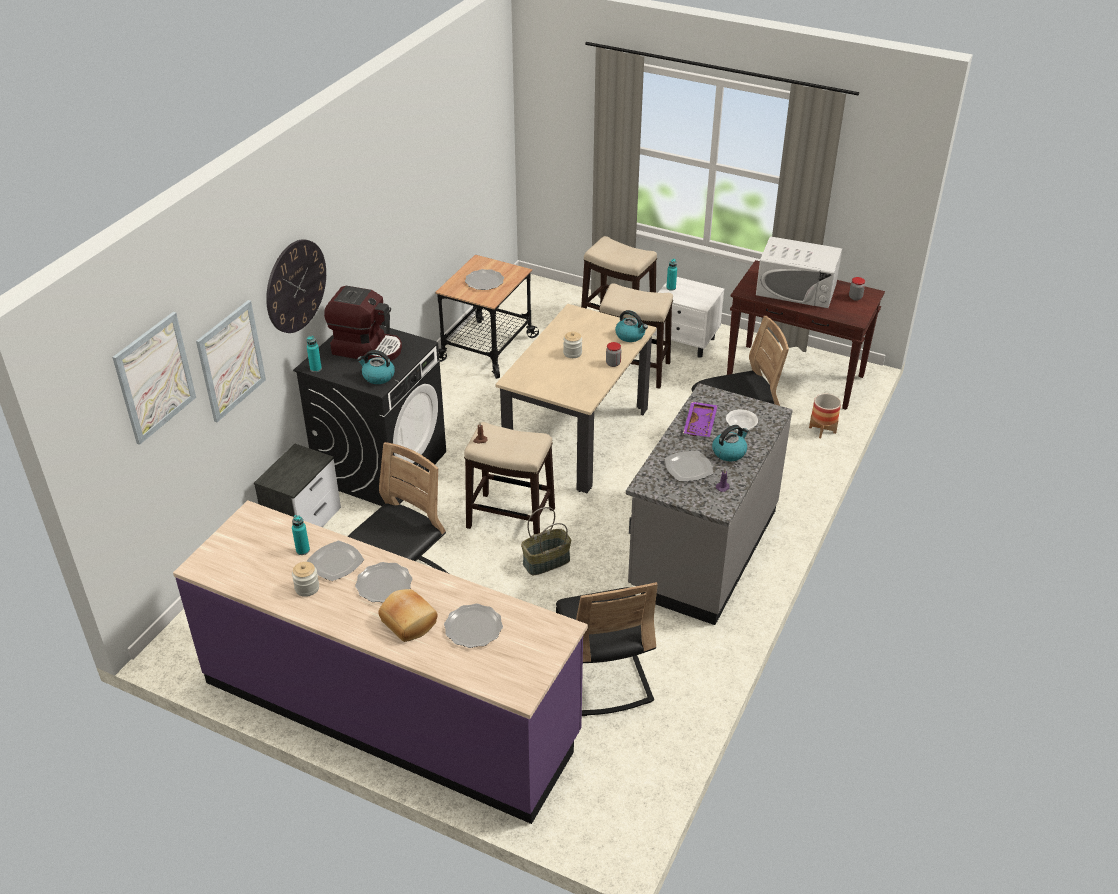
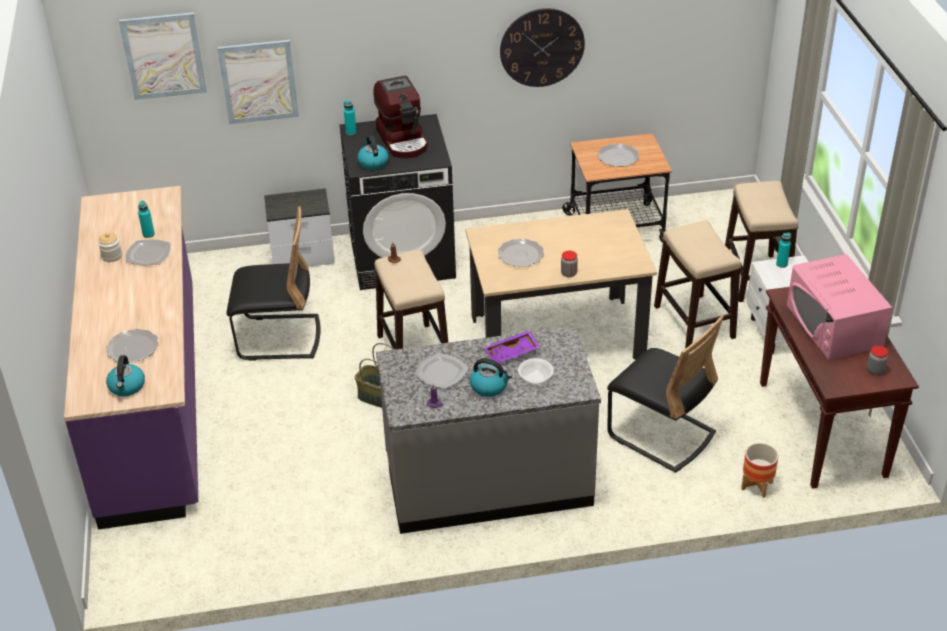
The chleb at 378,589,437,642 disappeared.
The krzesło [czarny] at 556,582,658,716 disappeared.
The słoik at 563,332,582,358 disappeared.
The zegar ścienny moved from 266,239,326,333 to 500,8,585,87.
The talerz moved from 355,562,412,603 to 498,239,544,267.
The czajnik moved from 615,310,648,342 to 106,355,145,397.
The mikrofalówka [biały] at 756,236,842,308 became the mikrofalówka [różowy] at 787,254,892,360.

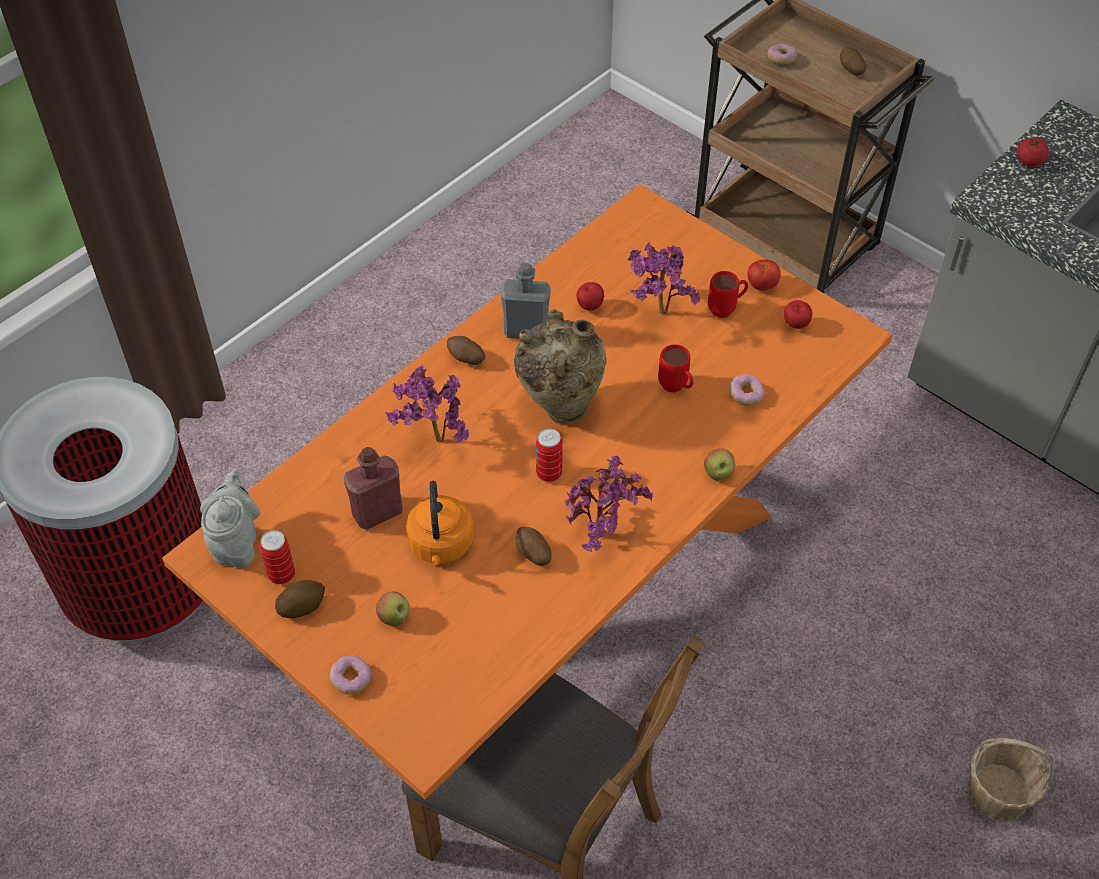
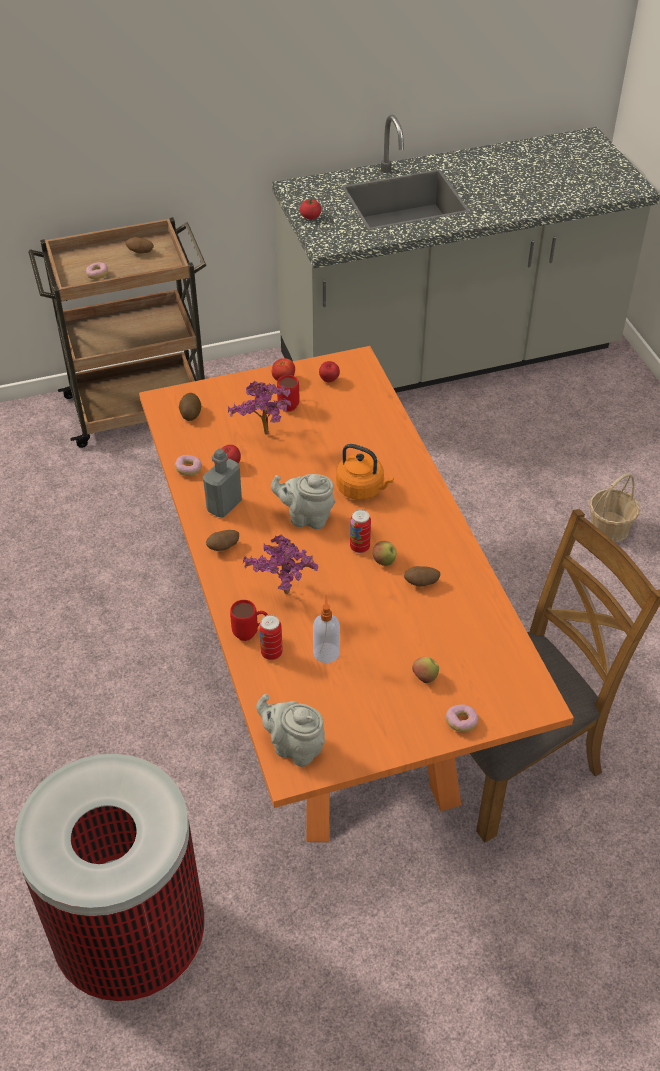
The roślina doniczkowa at 565,456,653,552 disappeared.
The puszka moved from 260,530,295,585 to 259,615,283,660.
The ziemniak moved from 275,580,325,618 to 179,393,201,421.
The czajnik [pomarańczowy] moved from 406,481,474,565 to 336,444,394,500.
The kubek [czerwony] moved from 658,344,693,392 to 230,600,268,641.
The jabłko moved from 704,448,735,480 to 373,541,397,566.
The donut moved from 729,374,764,406 to 175,455,202,476.
The butelka [czerwony] at 344,447,403,530 was replaced by the dozownik mydła at 313,595,340,663.
The wazon [beżowy] at 514,309,607,424 was replaced by the imbryk [szary] at 271,474,335,529.

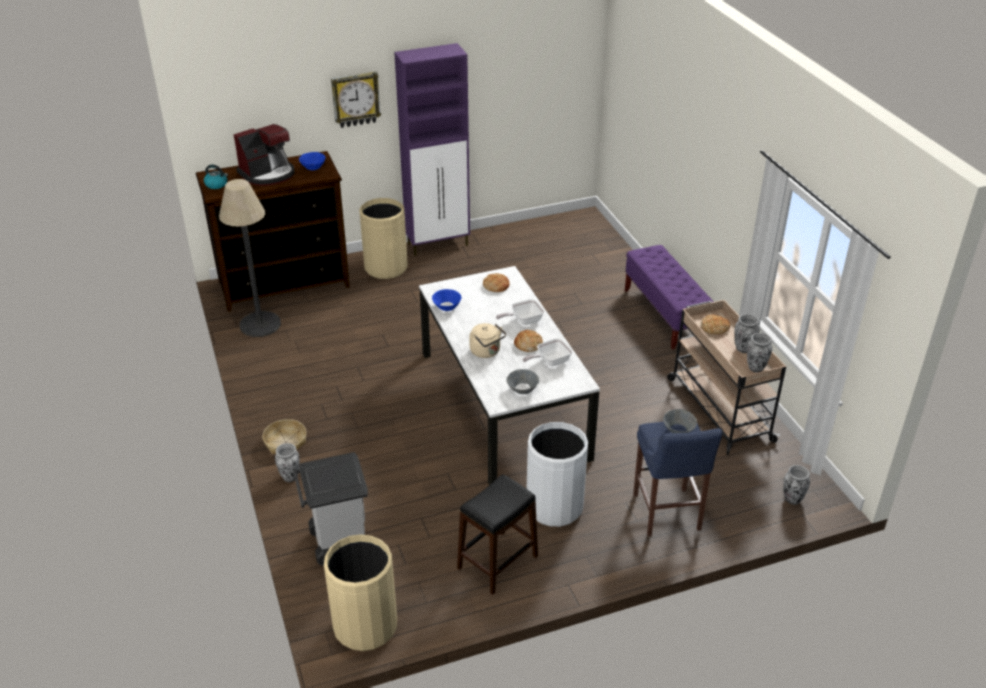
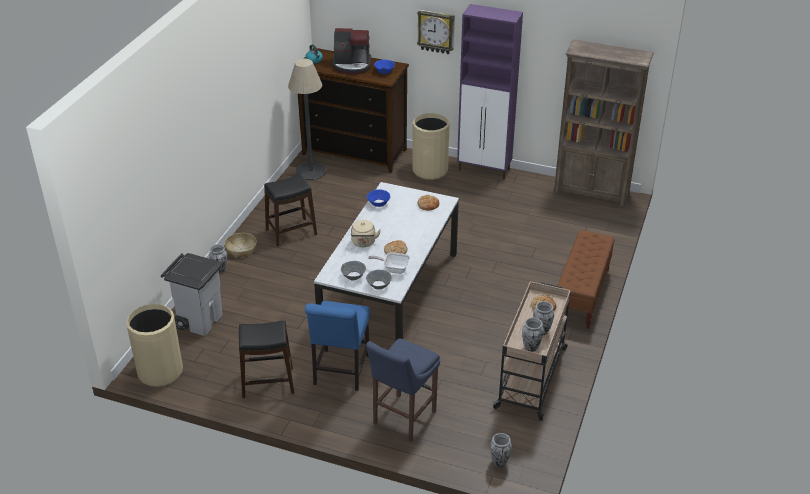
The patelnia at 496,299,545,325 disappeared.
The stołek [czarny] at 264,174,317,247 appeared.
The regał [brązowy] at 554,39,654,208 appeared.
The miska [szary] moved from 663,409,697,433 to 366,270,392,289.
The kosz na śmieci [biały] at 527,422,588,527 was replaced by the krzesło [niebieski] at 305,301,370,391.
The ławka [fioletowy] at 625,245,714,349 became the ławka [brązowy] at 558,230,615,329.

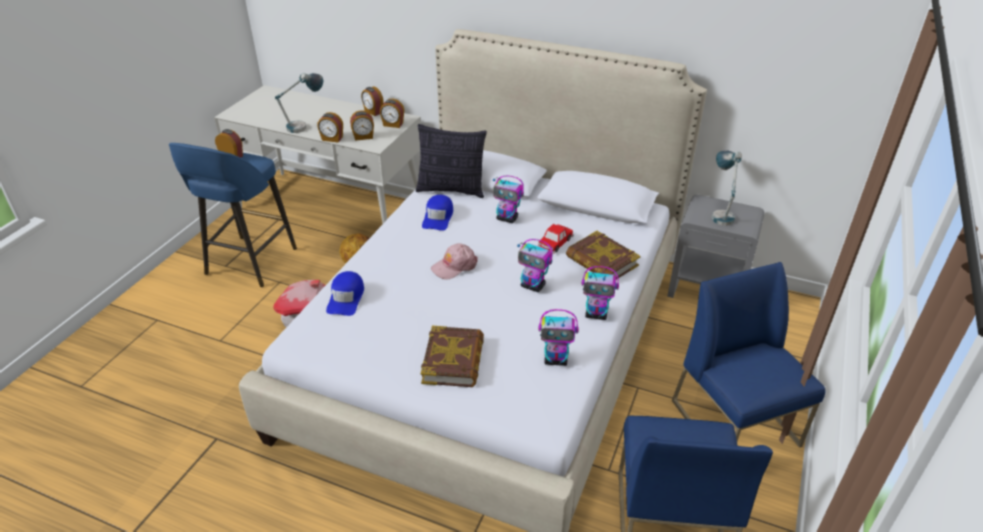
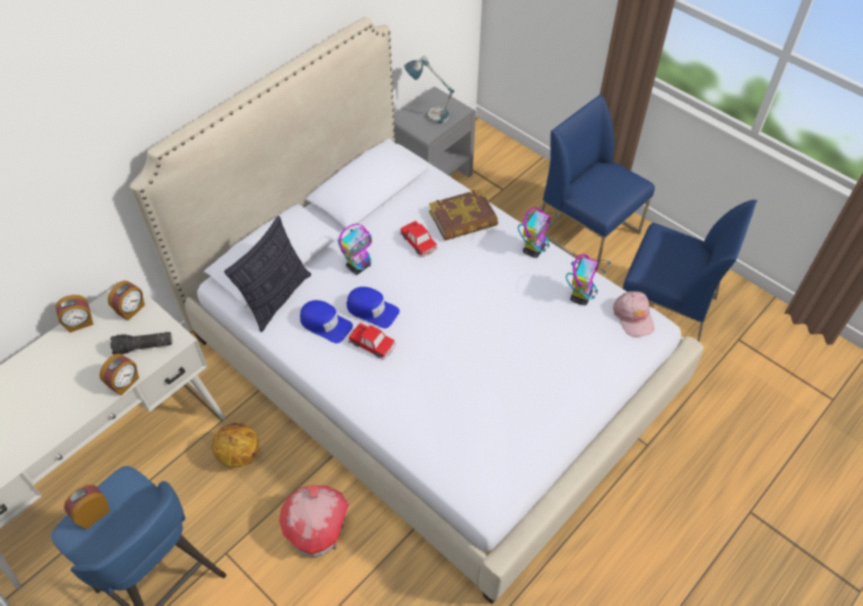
The lampa stołowa at 275,73,323,133 disappeared.
The książka at 421,326,484,387 disappeared.
The robot zabawkowy at 517,239,553,292 disappeared.
The samochodzik at 348,323,395,360 appeared.
The czapka z daszkiem [niebieski] moved from 326,271,364,316 to 346,287,400,328.
The czapka z daszkiem [różowy] moved from 431,243,478,280 to 613,291,654,337.
The budzik at 350,110,374,141 was replaced by the latarka at 110,332,172,355.
The krzesło [niebieski] at 672,262,825,448 turned 45 degrees clockwise.

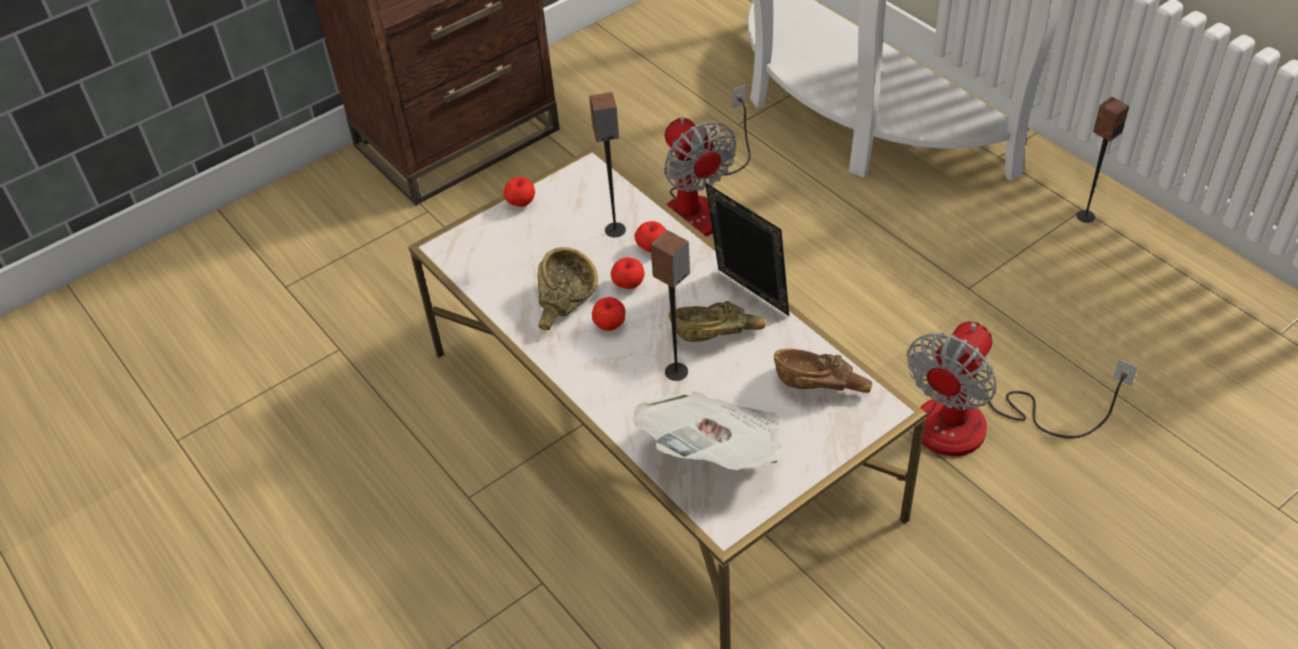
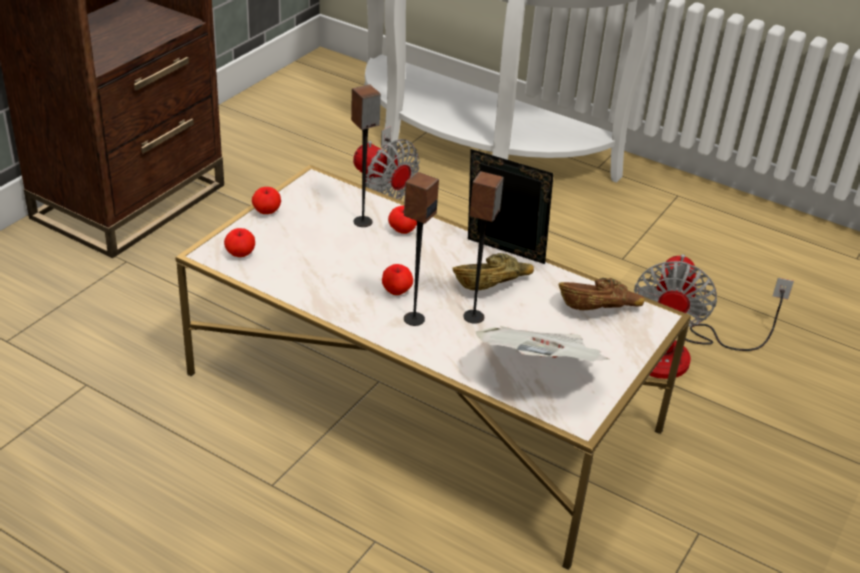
The miska [brązowy] at 538,247,598,330 disappeared.
The jabłko moved from 611,257,644,289 to 224,228,255,257.
The głośnik moved from 1076,97,1129,223 to 404,172,439,326.

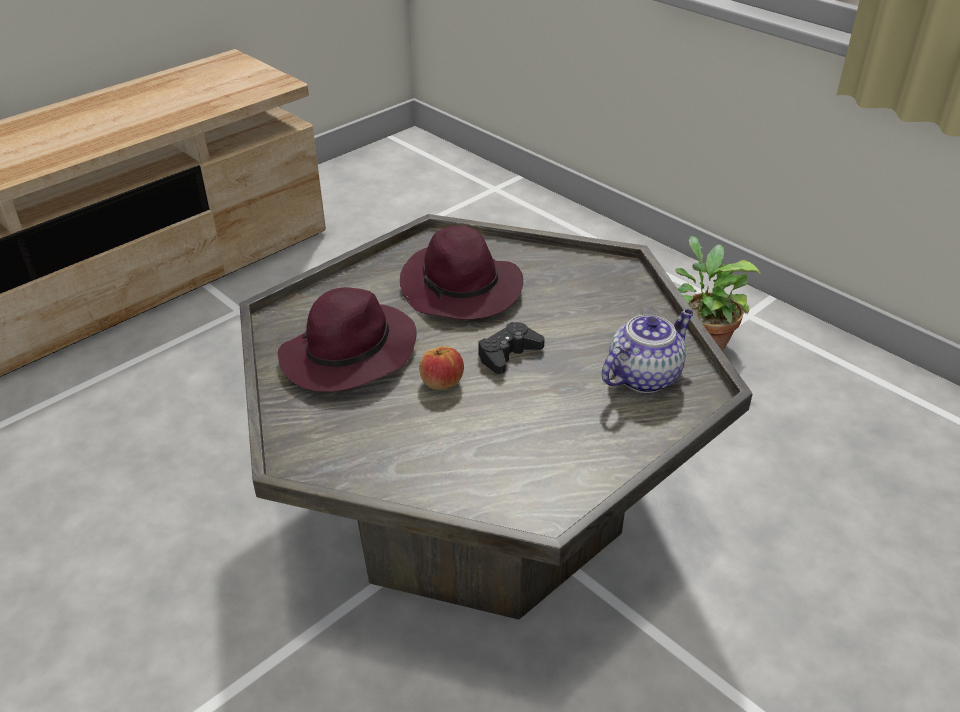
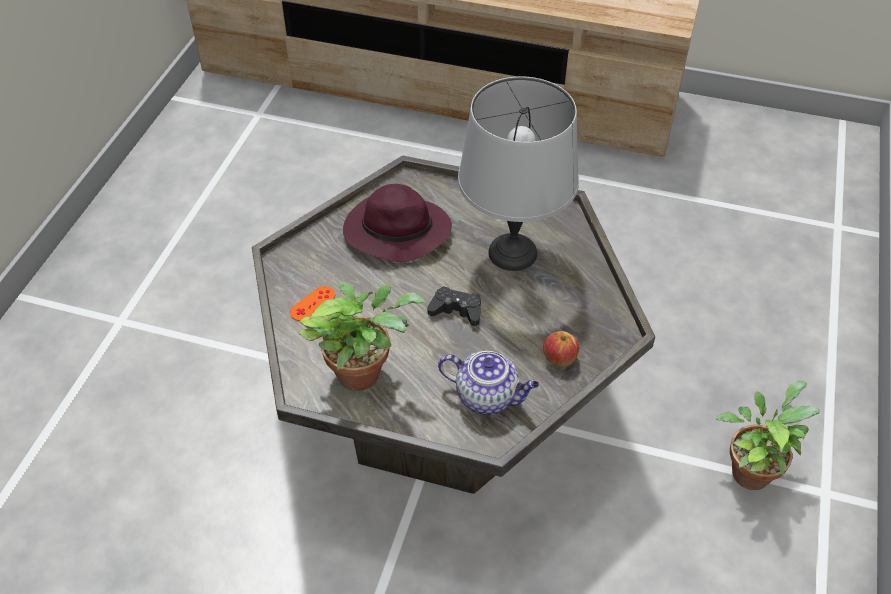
The pad do gier [pomarańczowy] at 290,286,335,321 appeared.
The roślina doniczkowa at 298,282,425,391 appeared.
The jabłko moved from 419,346,464,390 to 543,331,579,367.
The kapelusz [fioletowy] at 400,225,523,320 was replaced by the lampa stołowa [szary] at 458,76,579,271.

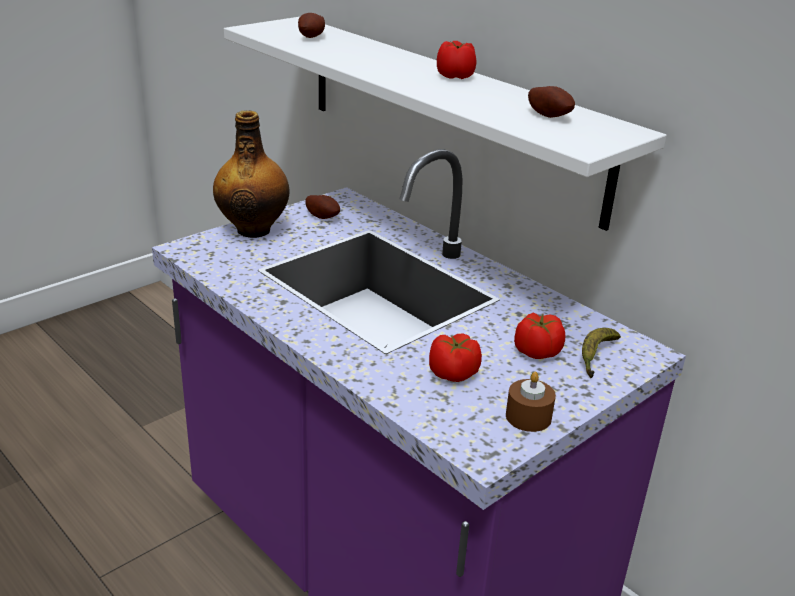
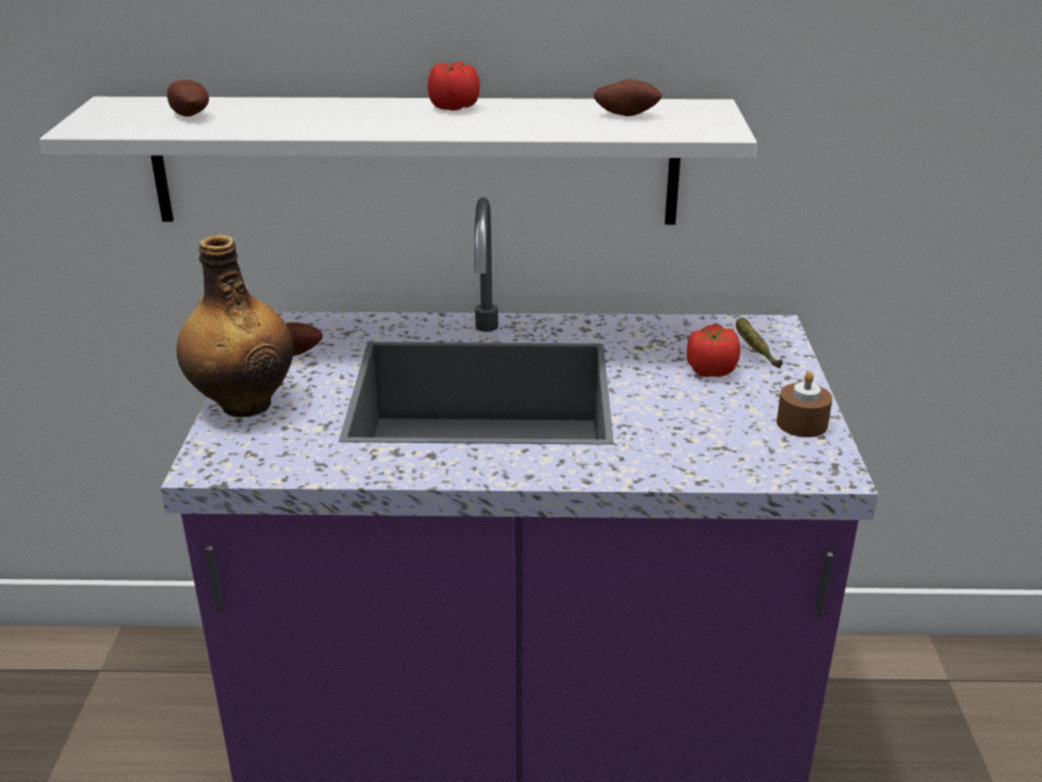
The pomidor at 429,333,482,382 disappeared.

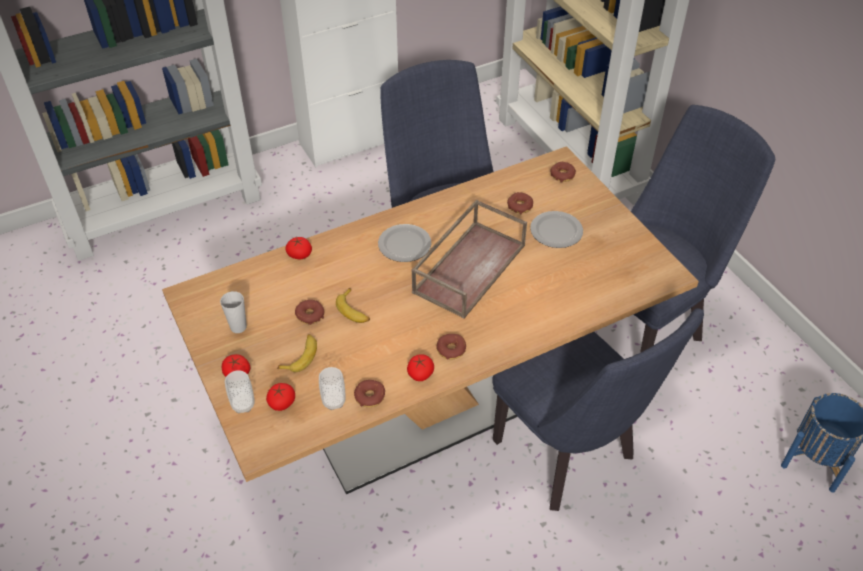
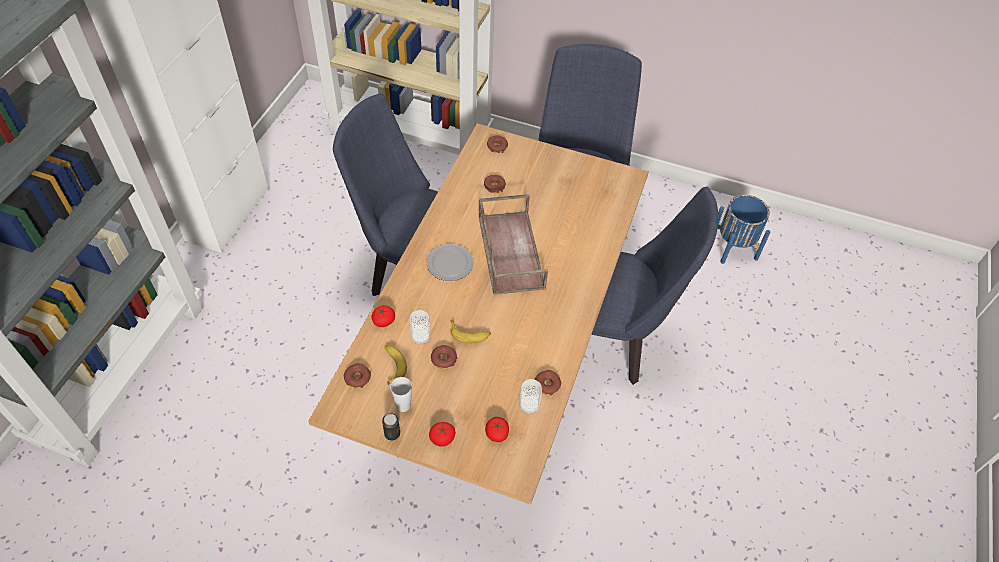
The pomidor at 407,354,434,381 disappeared.
The talerz at 530,211,583,248 disappeared.
The puszka at 382,413,400,441 appeared.
The filiżanka moved from 225,370,255,413 to 409,310,430,344.
The banan moved from 277,334,317,372 to 384,346,407,385.
The donut moved from 436,334,466,360 to 344,363,371,388.

